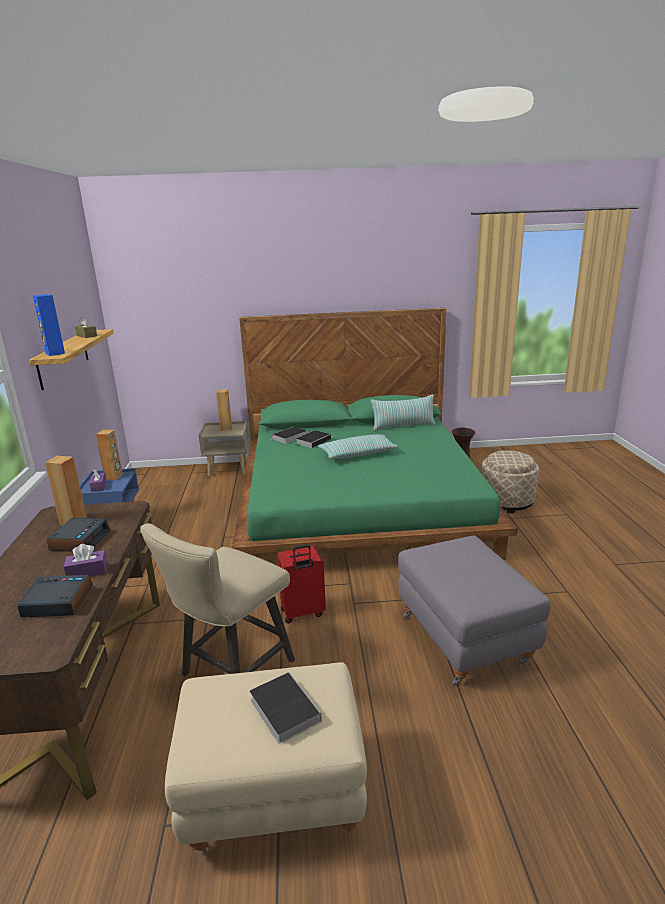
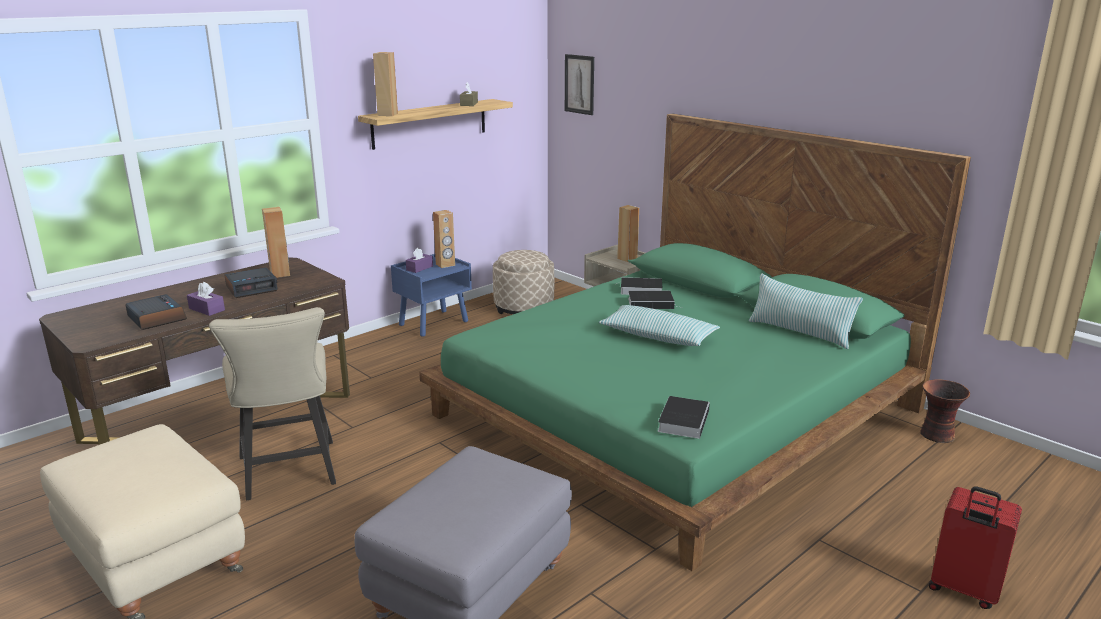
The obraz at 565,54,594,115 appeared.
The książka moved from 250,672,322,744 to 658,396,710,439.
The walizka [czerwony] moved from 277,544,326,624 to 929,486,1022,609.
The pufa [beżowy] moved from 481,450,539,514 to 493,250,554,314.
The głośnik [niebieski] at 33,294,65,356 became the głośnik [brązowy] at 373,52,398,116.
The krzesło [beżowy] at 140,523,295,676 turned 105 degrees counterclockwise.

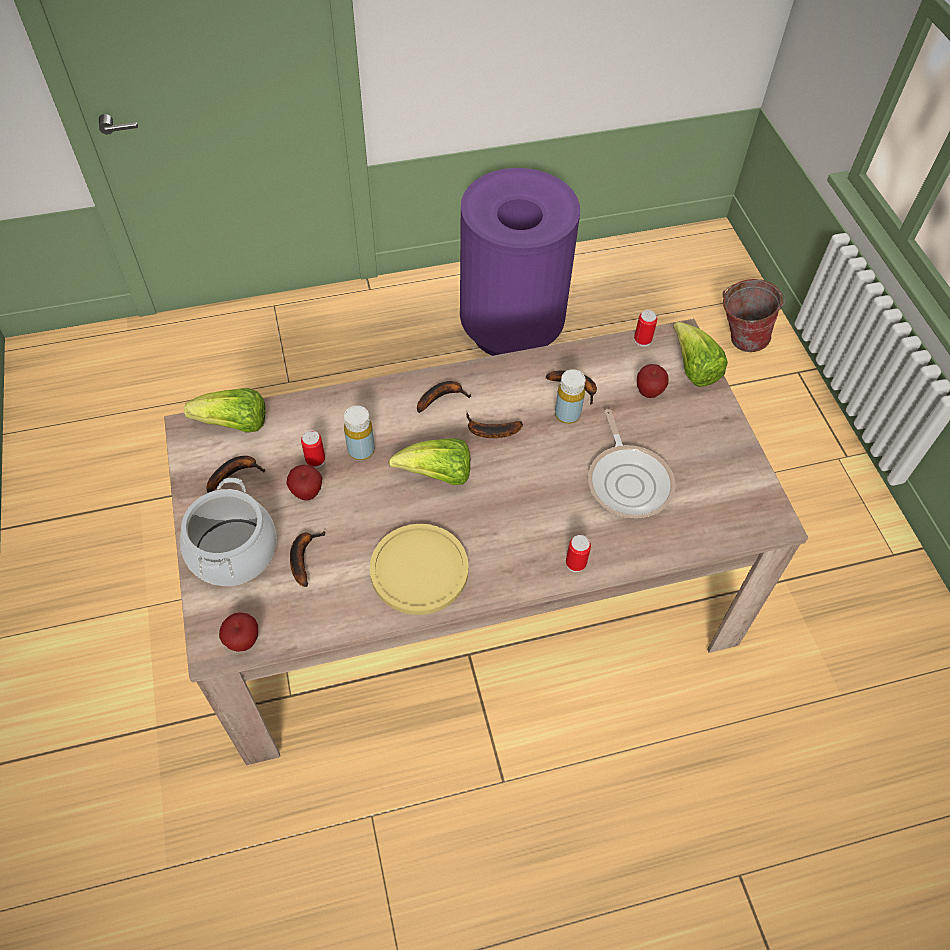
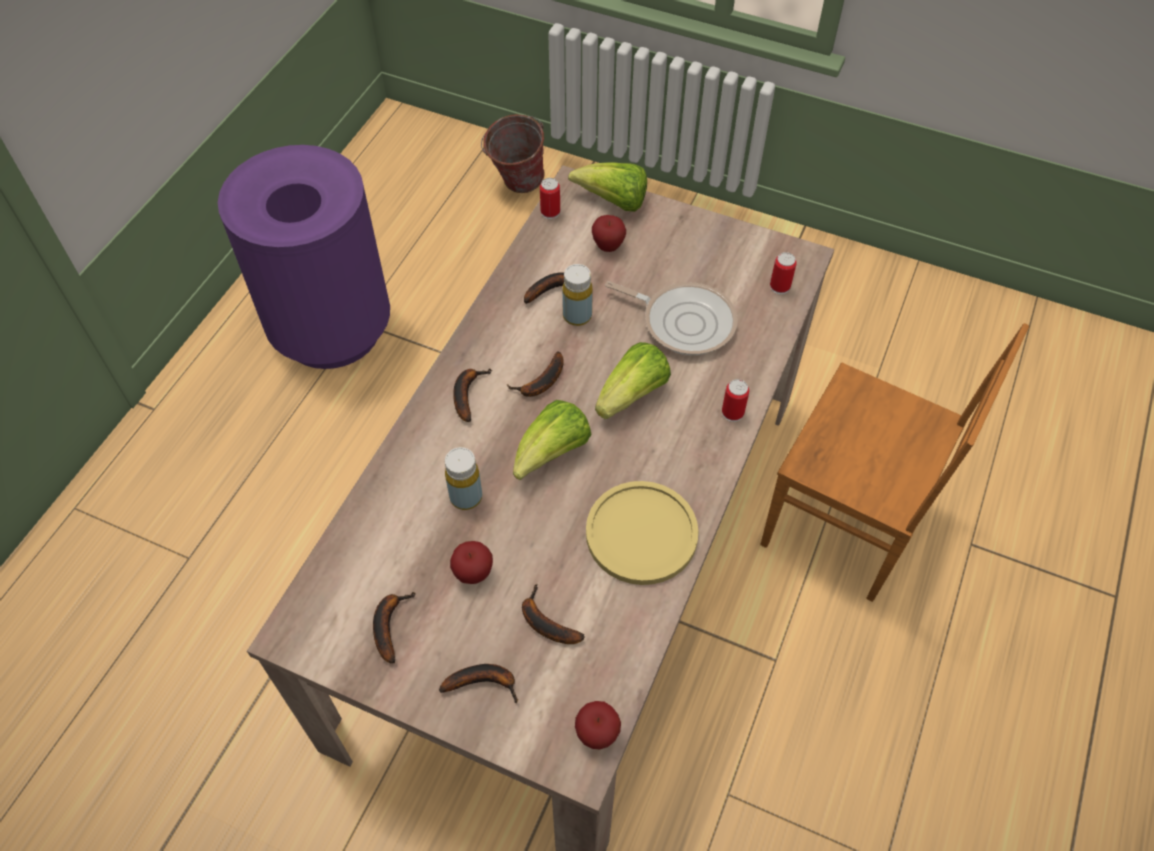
The krzesło [brązowy] at 760,323,1029,602 appeared.
The sałata moved from 184,388,266,432 to 595,342,671,419.
The puszka moved from 301,430,325,468 to 770,252,797,294.
The garnek at 180,478,277,586 was replaced by the banan at 439,664,518,703.

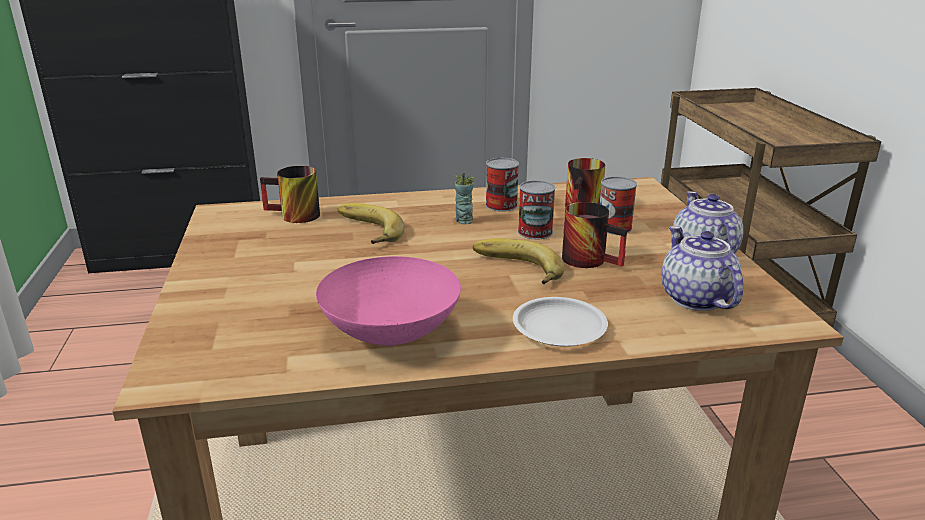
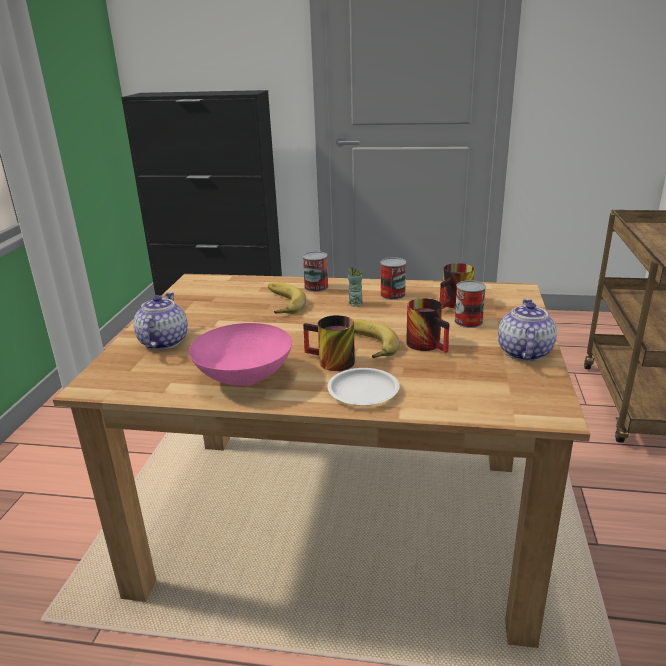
The kubek moved from 260,166,320,223 to 303,315,355,371.
The puszka moved from 518,180,556,239 to 303,251,329,292.
The imbryk moved from 661,226,744,311 to 134,292,188,350.

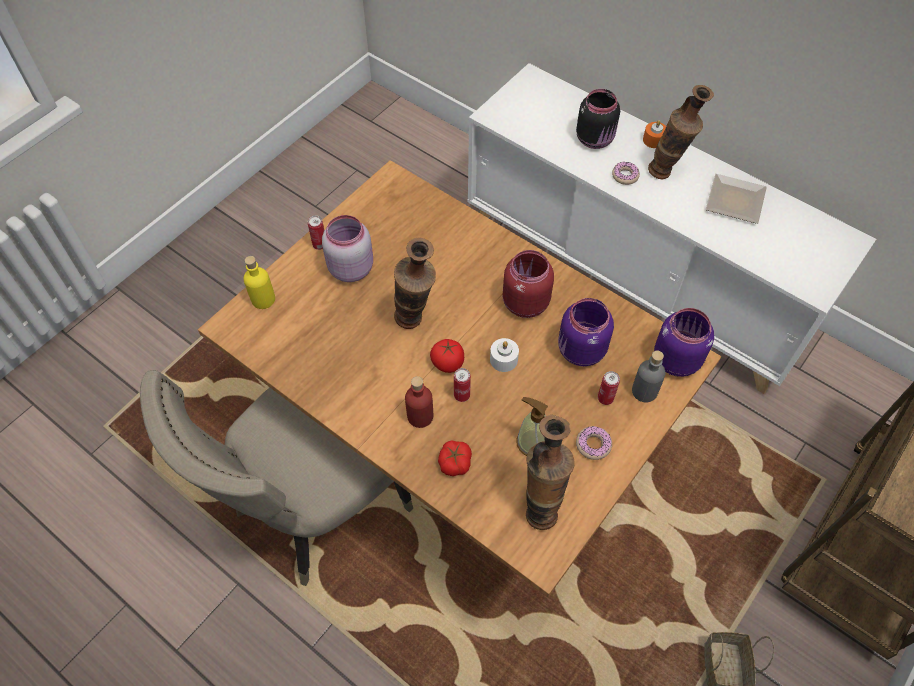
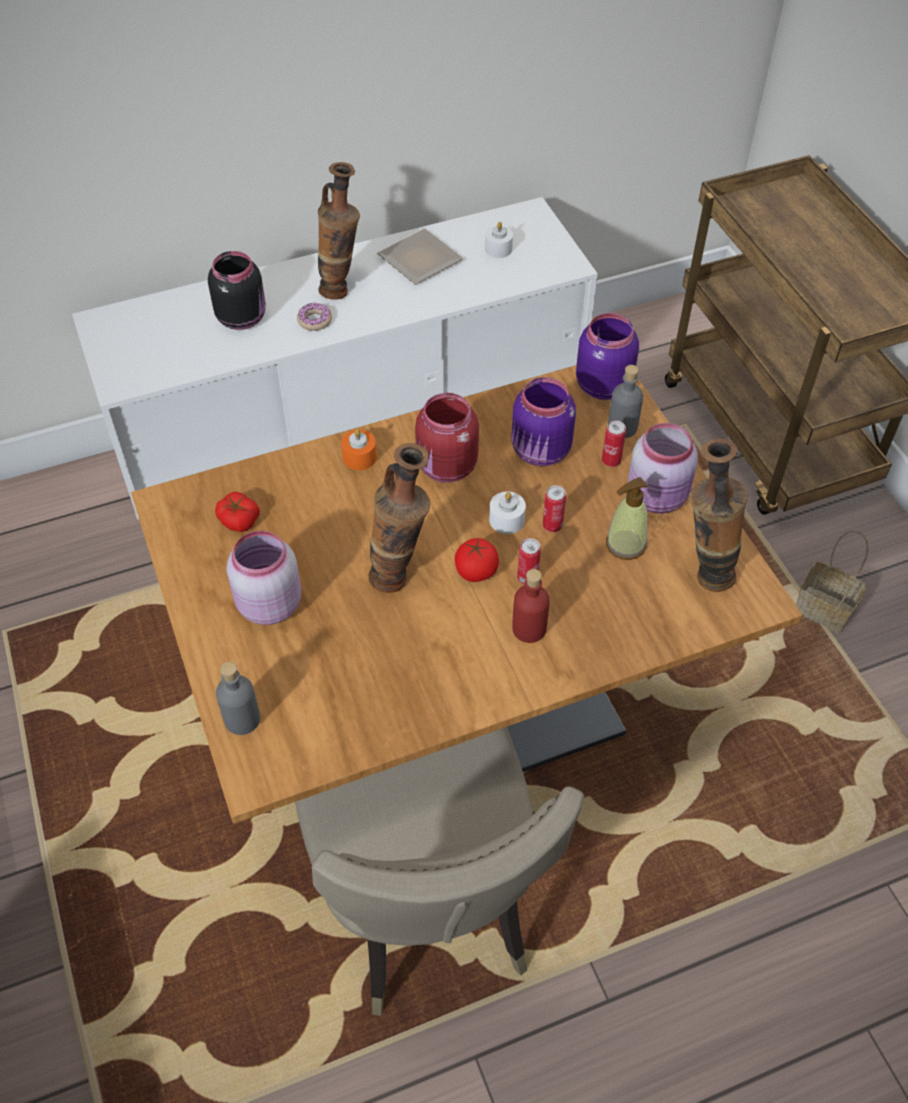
The świeca [biały] at 485,222,513,258 appeared.
The puszka moved from 308,216,324,250 to 543,485,566,532.
The pomidor moved from 438,440,472,476 to 215,492,260,532.
The świeca [pomarańczowy] moved from 643,120,666,148 to 341,429,377,470.
The donut at 576,426,612,460 was replaced by the słoik [różowy] at 628,423,698,514.
The butelka [żółty] at 243,256,275,309 became the butelka [szary] at 216,662,260,735.

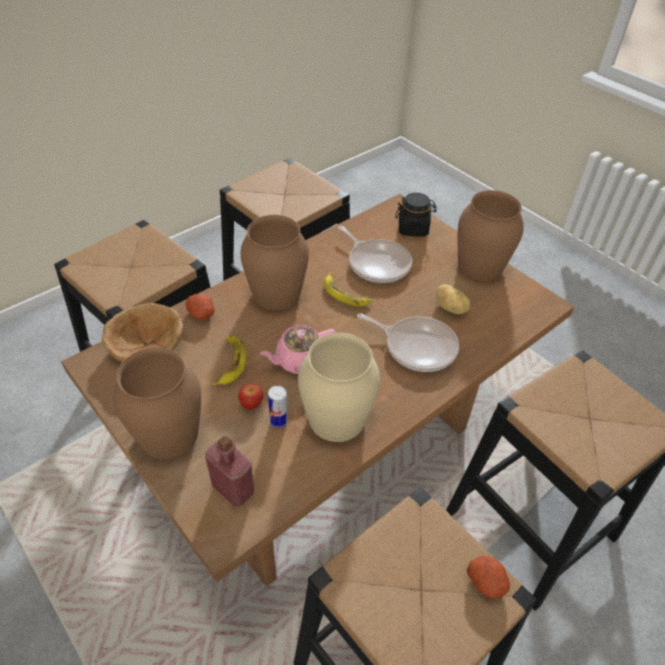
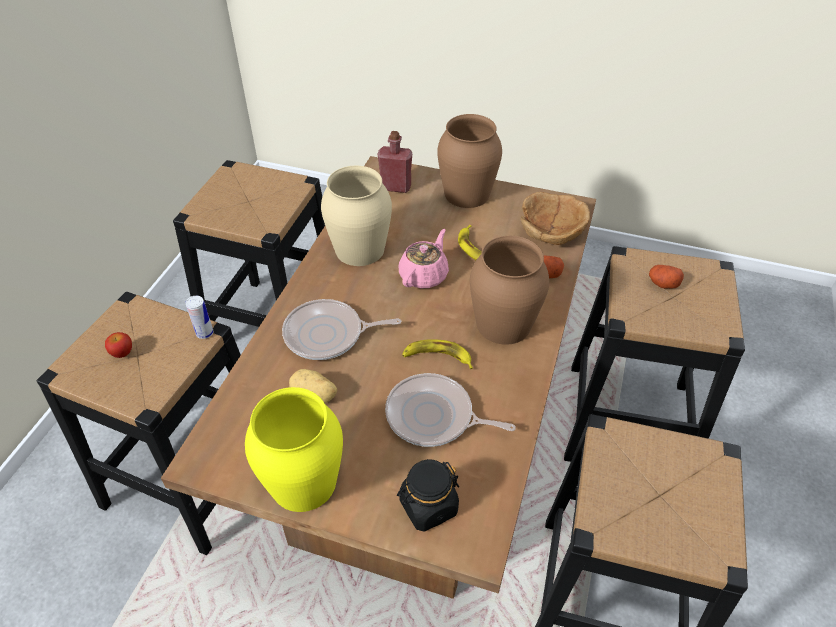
The jabłko moved from 238,384,263,410 to 105,332,132,358.
The puszka moved from 268,386,288,428 to 186,296,213,339.
The ziemniak moved from 467,556,510,599 to 649,265,684,289.
The wazon [brązowy] at 458,190,524,281 became the wazon [żółty] at 245,387,343,512.

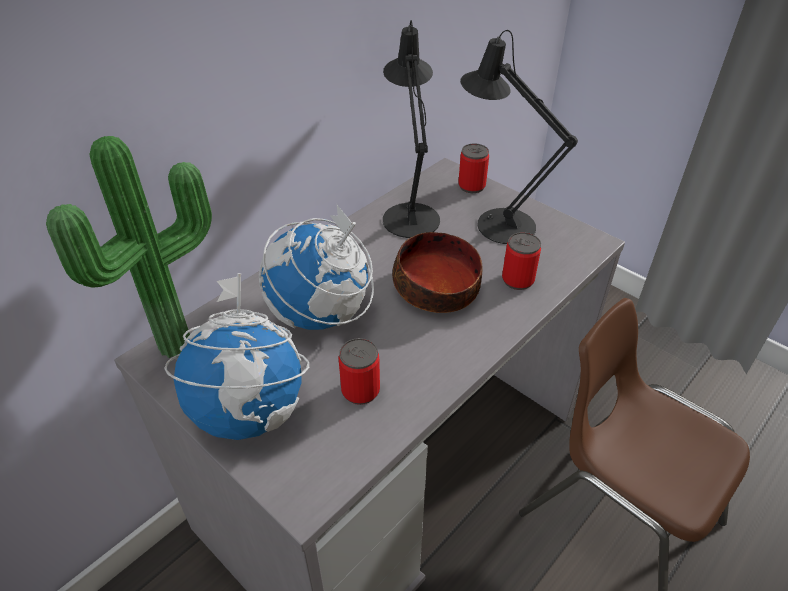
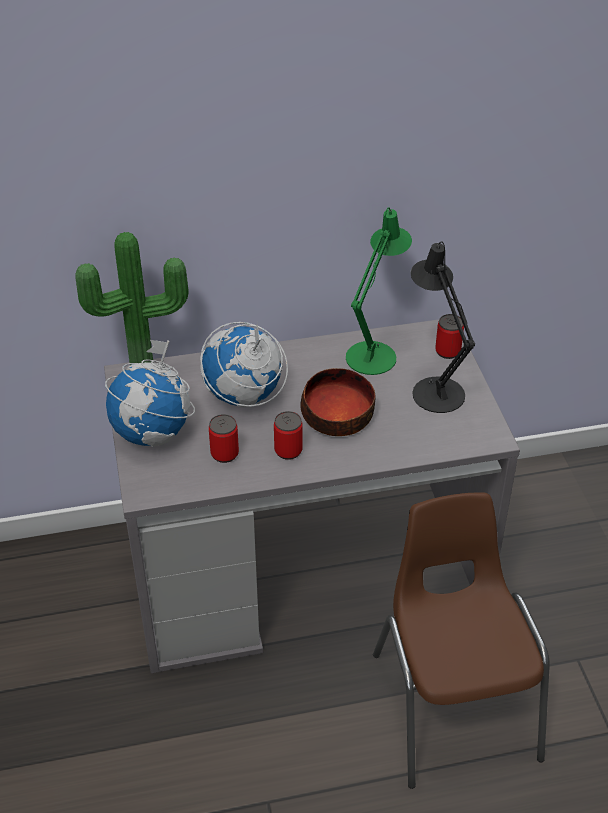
The puszka moved from 502,232,541,290 to 274,411,303,460.
The lampa stołowa [czarny] at 383,20,440,238 became the lampa stołowa [zielony] at 346,207,412,375.

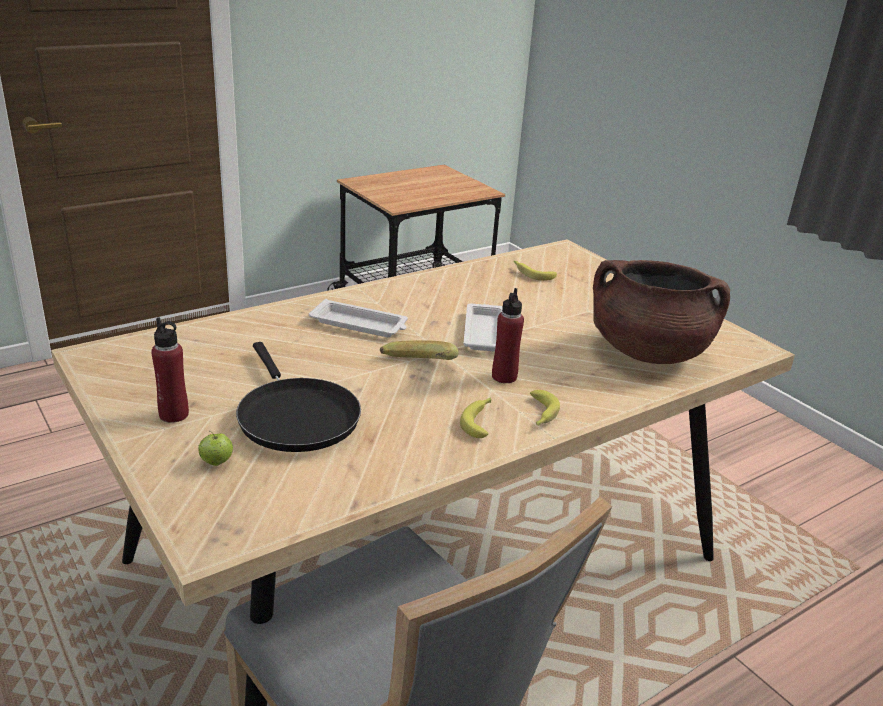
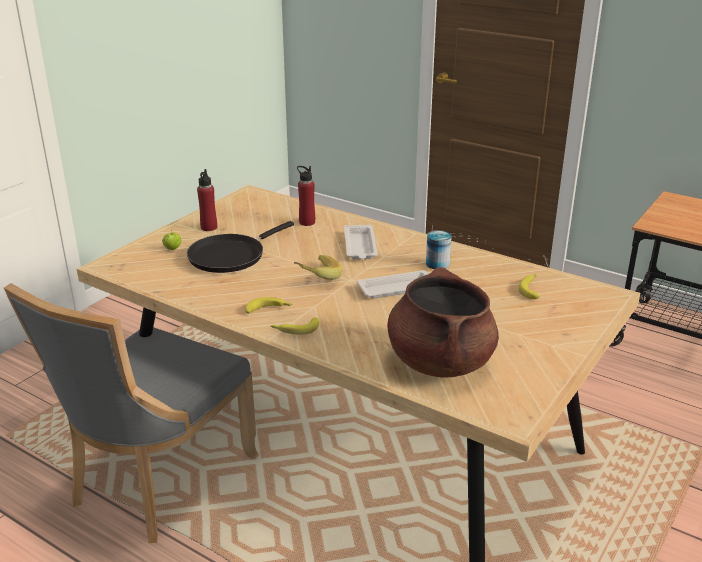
The puszka at 426,230,452,269 appeared.
The butelka [czerwony] moved from 492,288,524,383 to 297,166,315,226.

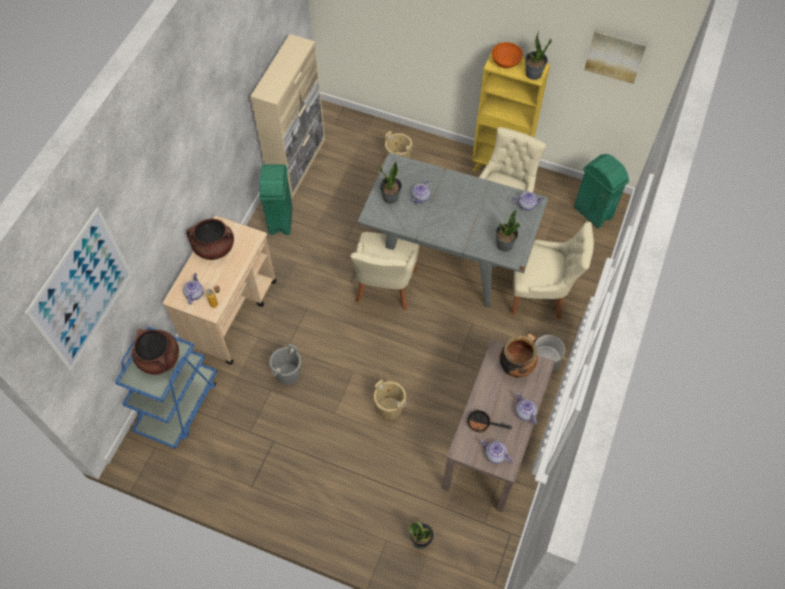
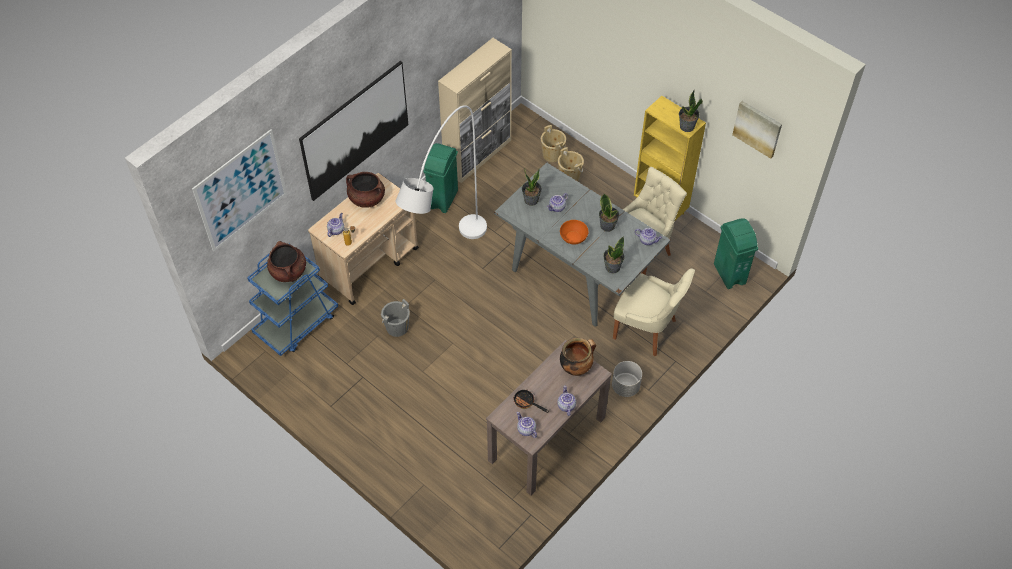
The krzesło [beżowy] at 350,232,419,311 disappeared.
The obraz at 299,61,409,201 appeared.
The lampa stojąca [biały] at 395,105,487,239 appeared.
The wiadro [beżowy] moved from 374,380,406,419 to 541,125,566,162.
The roślina doniczkowa moved from 409,521,434,549 to 599,194,620,232.
The miska [pomarańczowy] moved from 492,42,523,68 to 560,220,588,244.

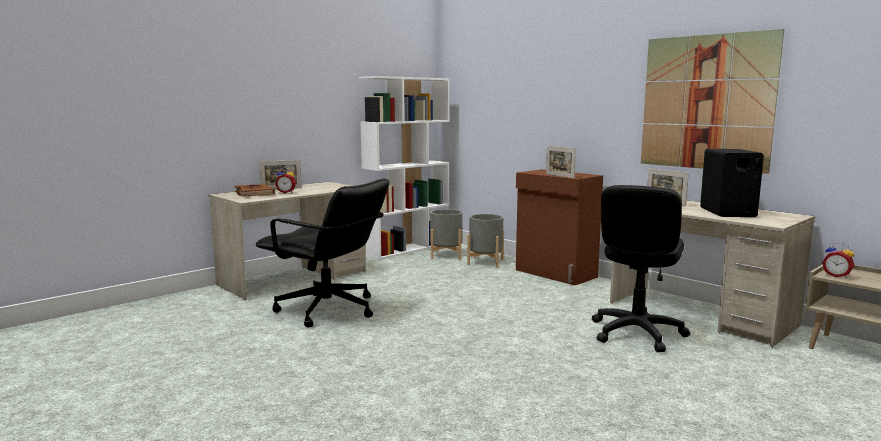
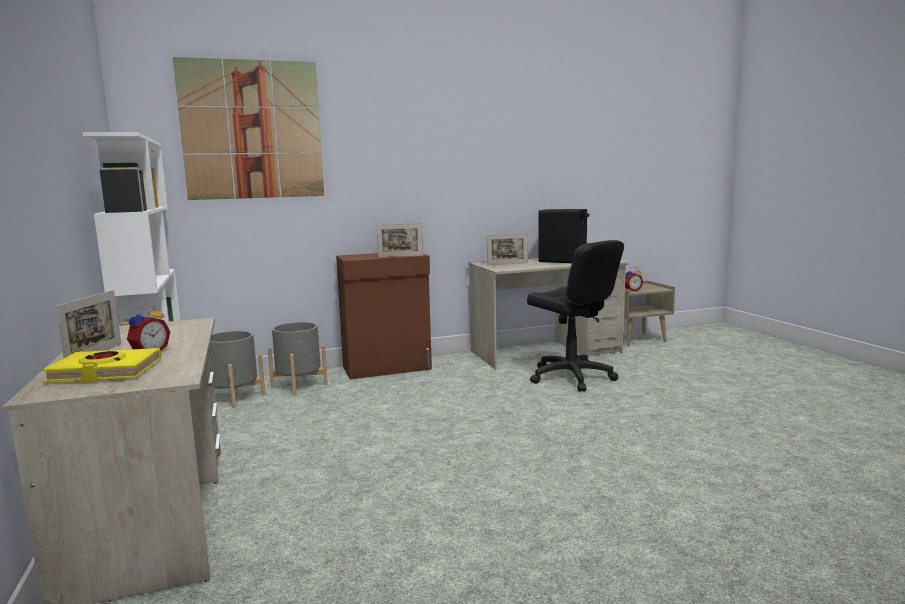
The krzesło biurowe [czarny] at 256,179,389,327 disappeared.
The obraz moved from 641,29,784,174 to 173,57,324,200.
The książka [brązowy] at 235,184,275,196 became the książka [żółty] at 43,348,161,383.

